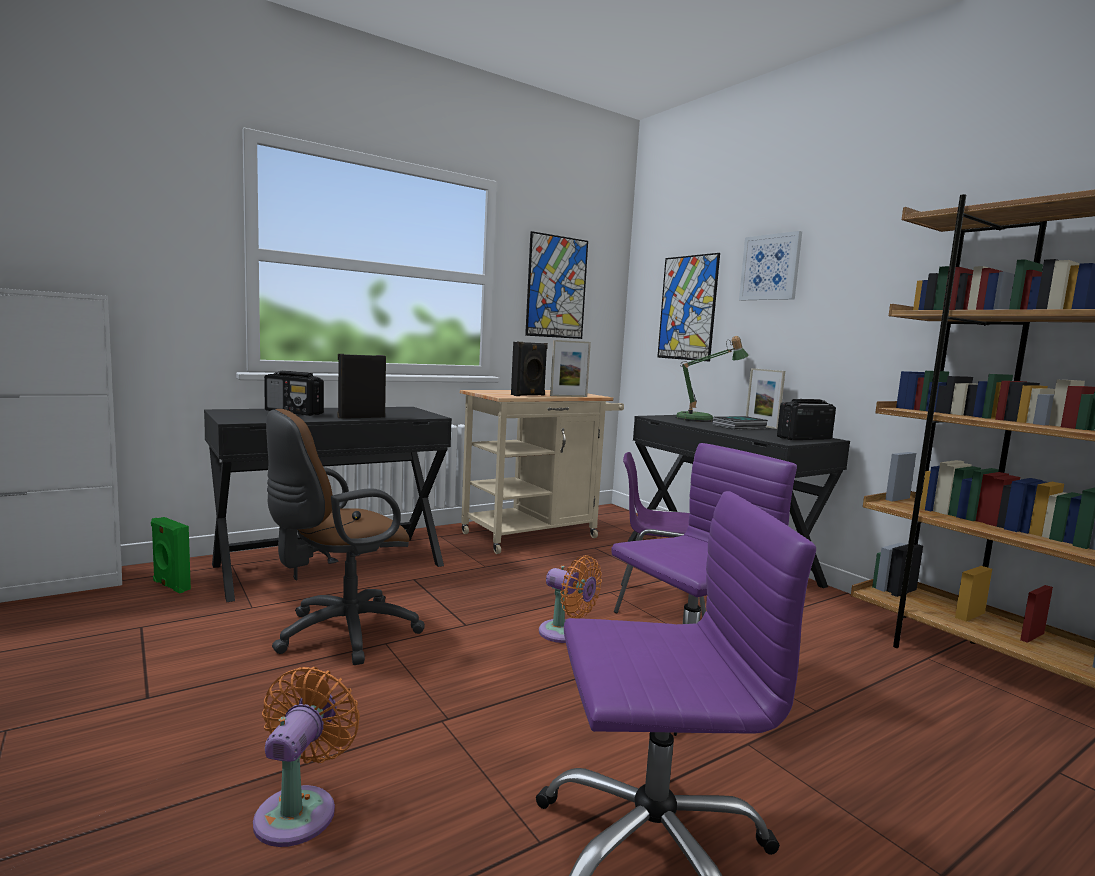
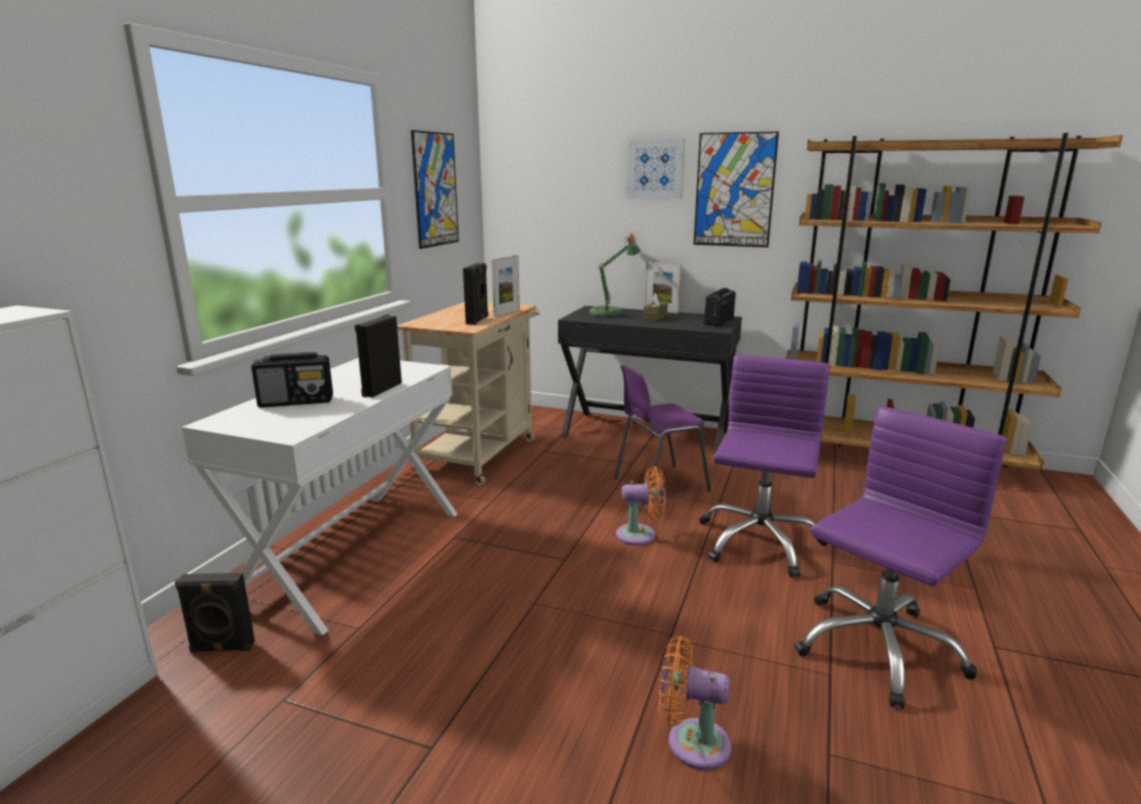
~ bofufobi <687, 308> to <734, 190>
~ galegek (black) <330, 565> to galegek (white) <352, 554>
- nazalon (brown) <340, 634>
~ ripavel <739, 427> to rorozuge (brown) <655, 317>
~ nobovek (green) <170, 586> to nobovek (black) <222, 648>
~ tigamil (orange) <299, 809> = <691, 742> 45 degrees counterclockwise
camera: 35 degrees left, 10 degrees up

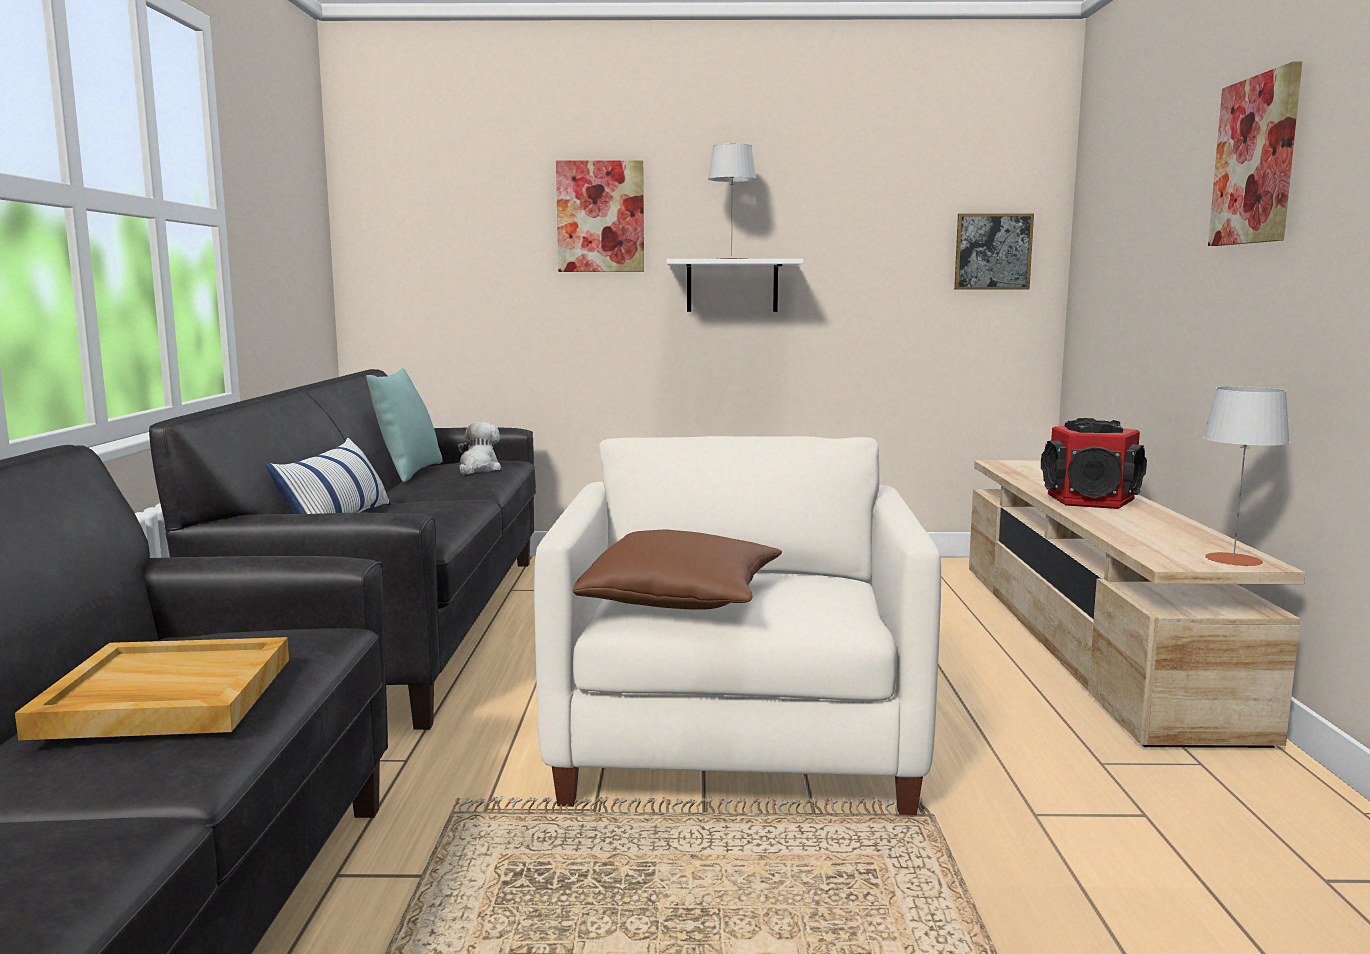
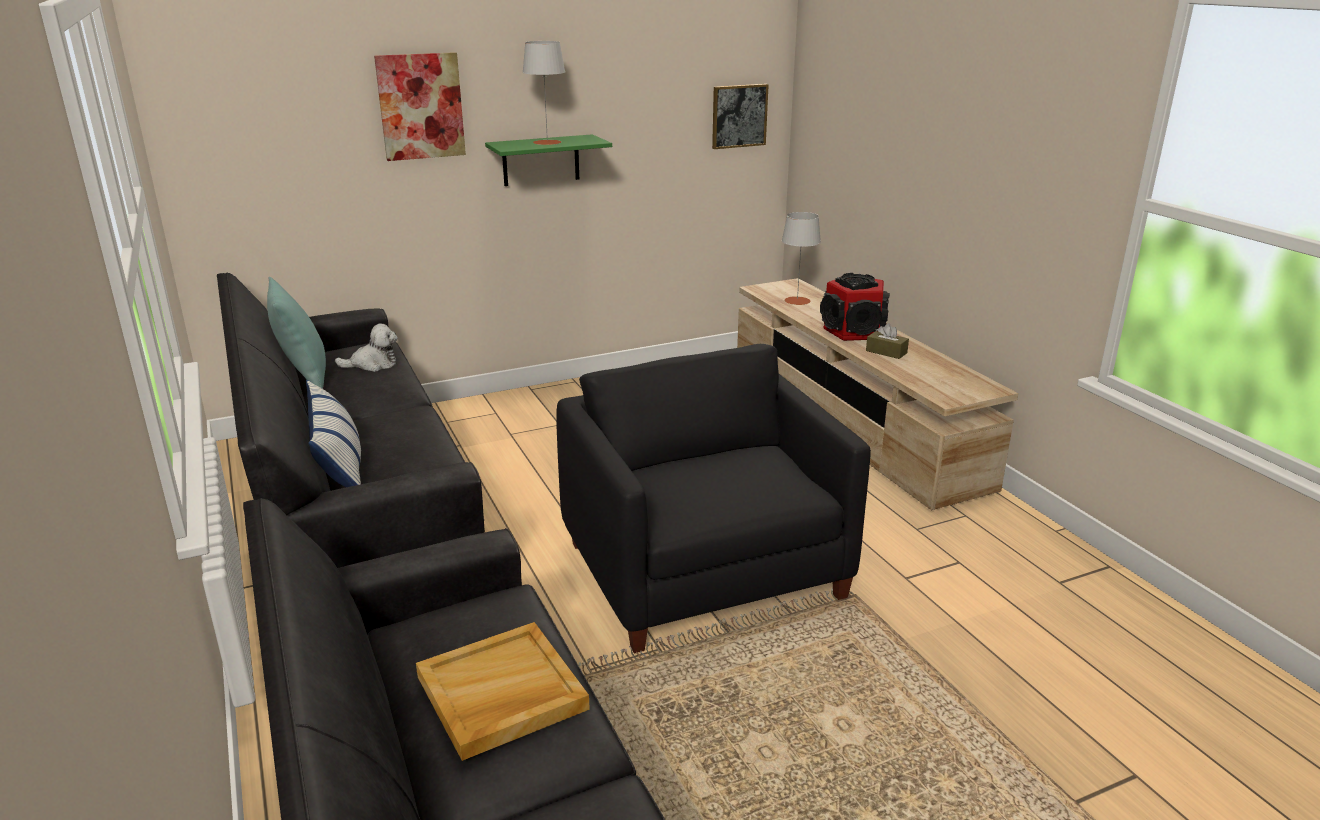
- bofufobi <1256, 160>
~ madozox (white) <732, 286> to madozox (green) <541, 160>
~ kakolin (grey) <1233, 559> to <797, 301>
~ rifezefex <478, 469> = <373, 364> 90 degrees clockwise
~ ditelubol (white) <735, 744> to ditelubol (black) <703, 571>
- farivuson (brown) <680, 599>
+ rorozuge (brown) <886, 352>
camera: 25 degrees left, 15 degrees up

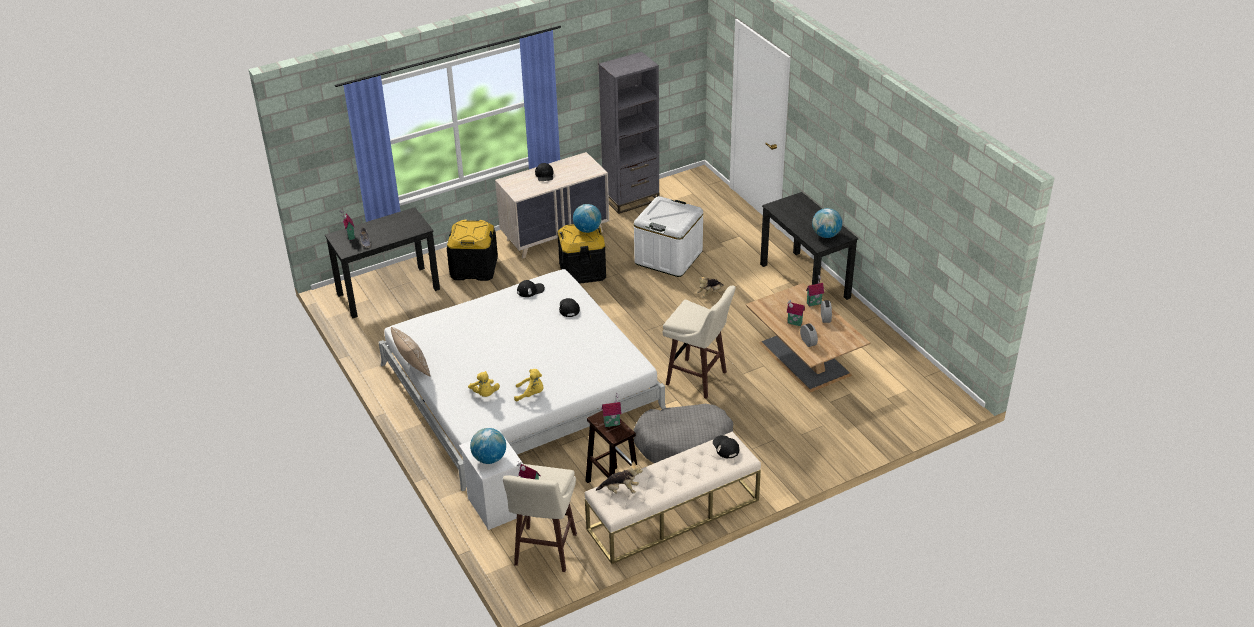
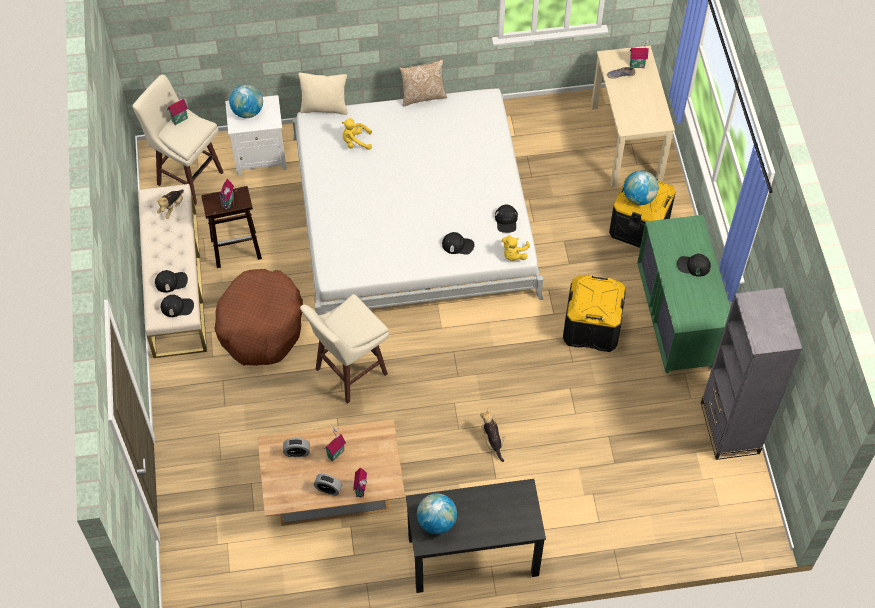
~ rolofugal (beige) <555, 235> to rolofugal (green) <677, 321>
- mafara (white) <668, 257>
~ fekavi <587, 230> to <639, 198>
~ galegek (black) <388, 291> to galegek (beige) <626, 142>
~ rifezefex (yellow) <531, 394> to <513, 254>
~ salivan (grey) <684, 444> to salivan (brown) <261, 325>
+ farivuson (beige) <324, 108>
+ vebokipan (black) <171, 282>
camera: 110 degrees right, 20 degrees up

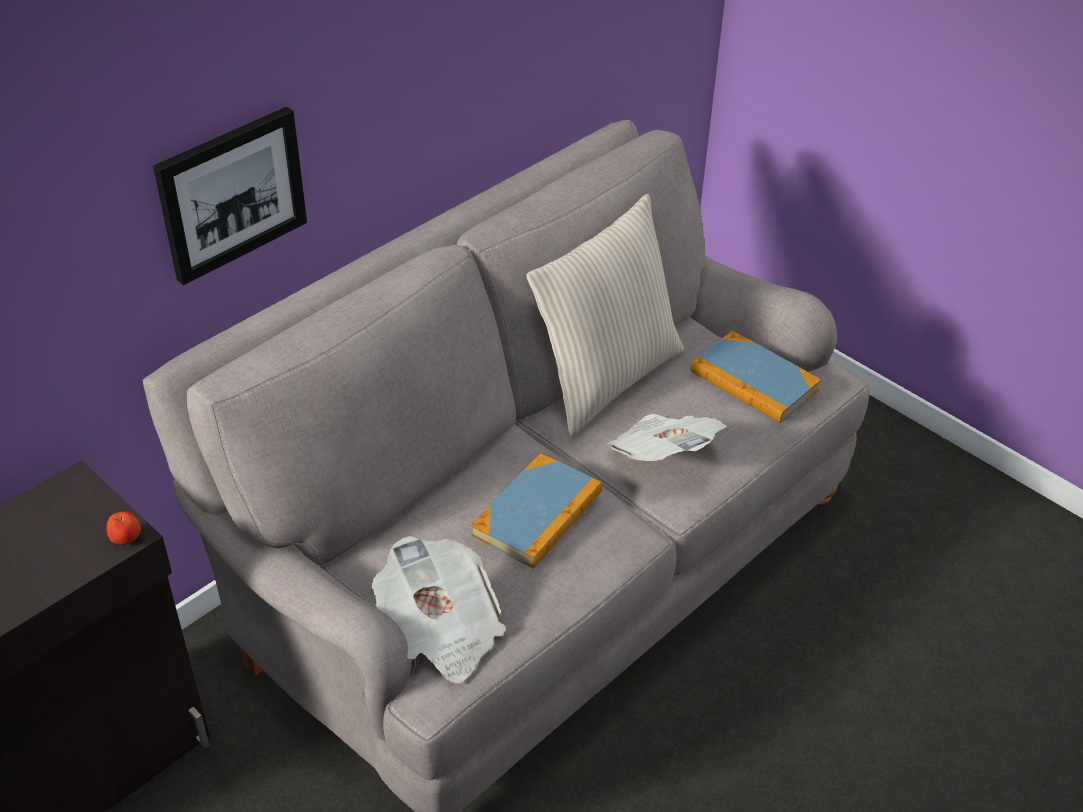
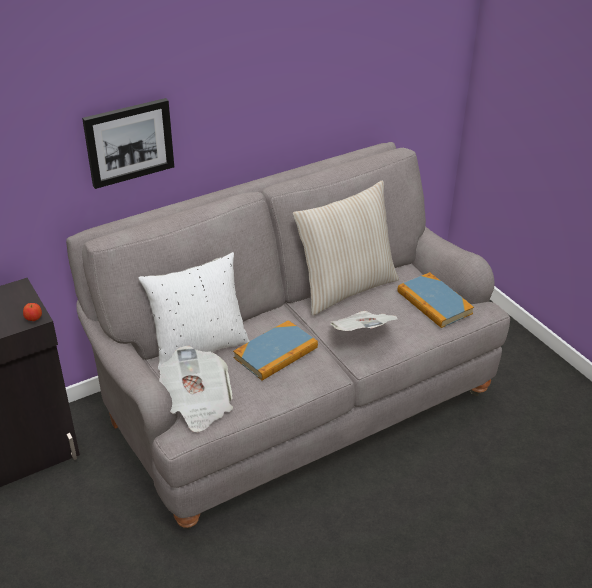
+ farivuson (white) <199, 346>
camera: 15 degrees right, 5 degrees down

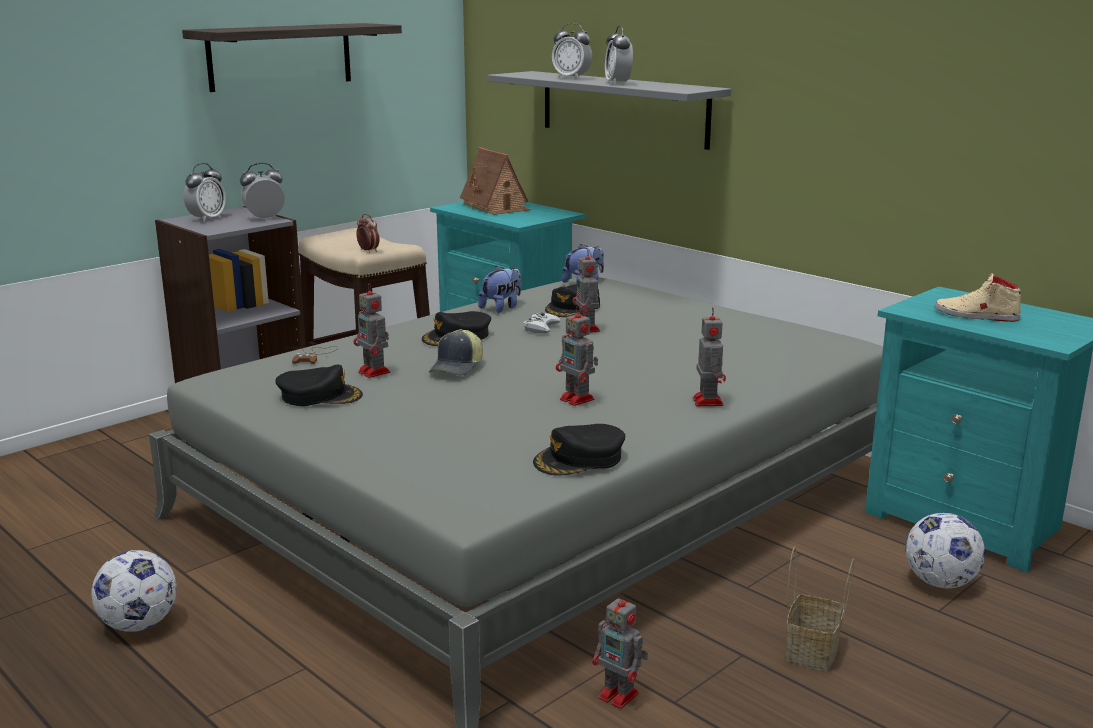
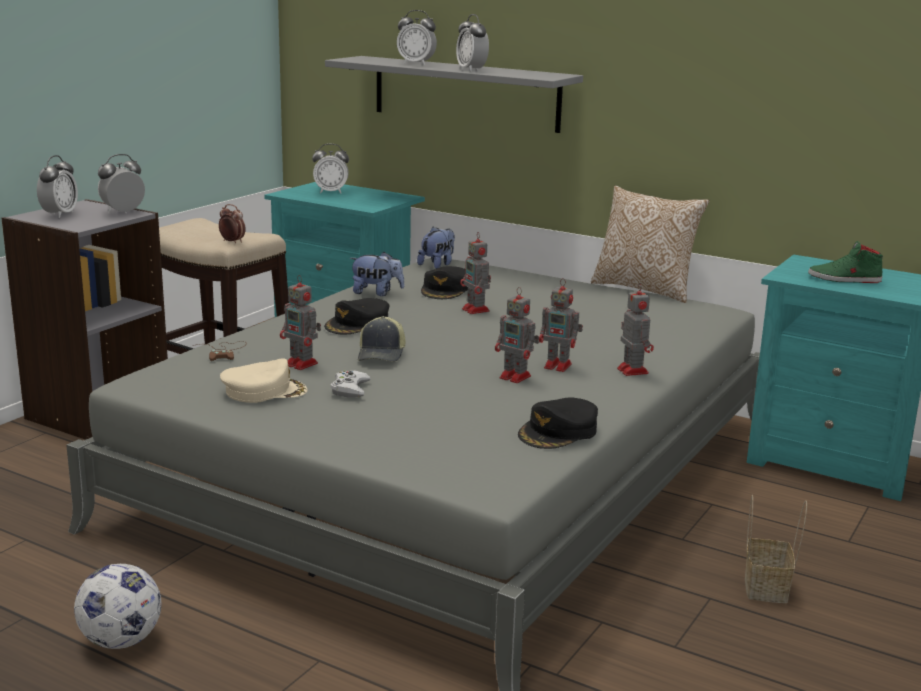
- madozox <280, 56>
~ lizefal <496, 207> to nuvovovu <331, 192>
~ rifezefex <501, 307> = <376, 293> 75 degrees clockwise
~ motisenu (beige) <976, 315> to motisenu (green) <844, 279>
~ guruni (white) <541, 328> to <350, 389>
~ vebokipan (black) <320, 396> to vebokipan (beige) <264, 391>
- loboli <939, 582>
~ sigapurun <620, 696> to <559, 366>
+ farivuson <645, 289>
camera: 15 degrees left, 0 degrees up

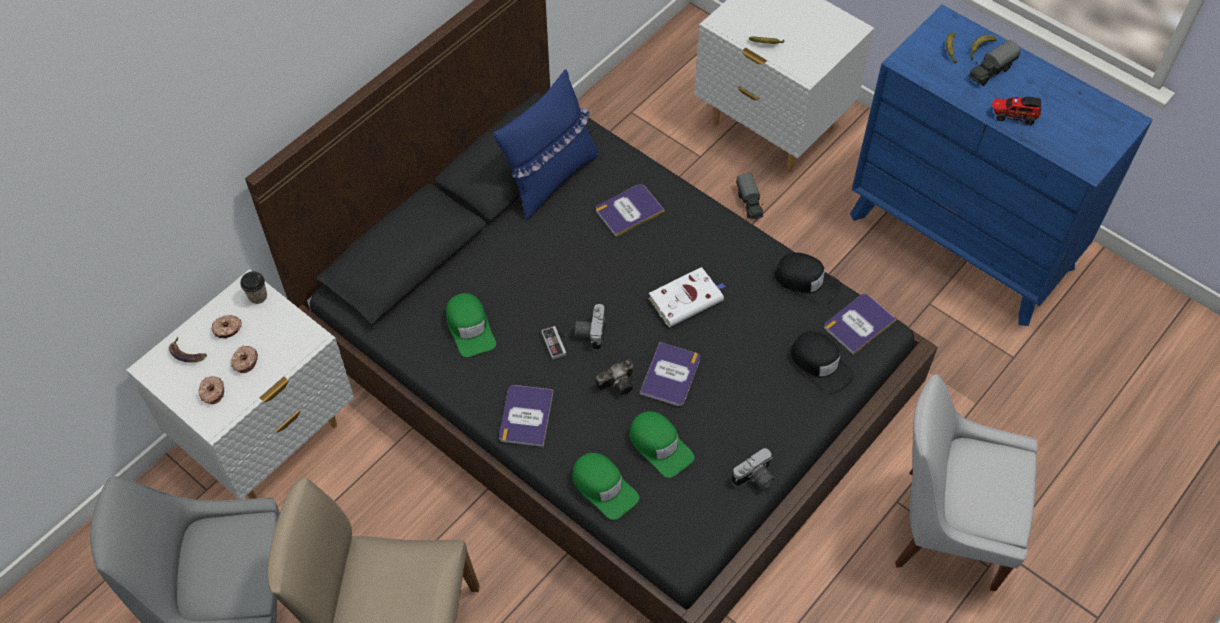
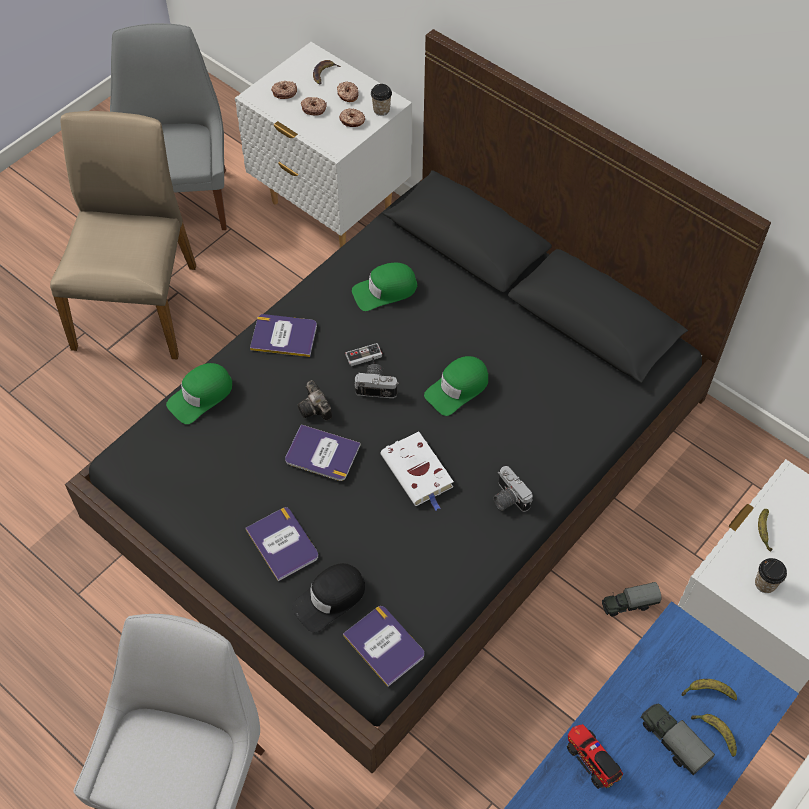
- farivuson (blue) <550, 178>
~ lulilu <1013, 115> = <591, 759> 45 degrees counterclockwise
~ ripavel <629, 210> to <283, 543>
- vebokipan (black) <806, 281>
~ vebokipan (green) <660, 446> to <457, 388>
~ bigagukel <755, 479> to <507, 498>
+ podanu <352, 121>
+ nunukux <765, 584>
camera: 90 degrees right, 0 degrees up

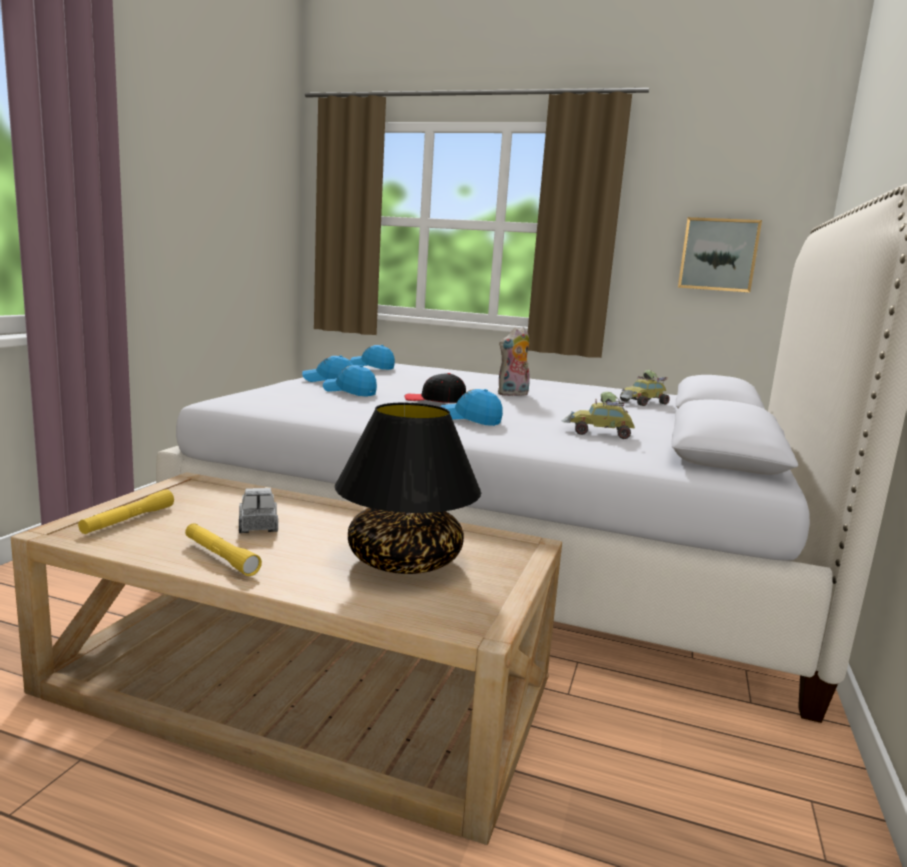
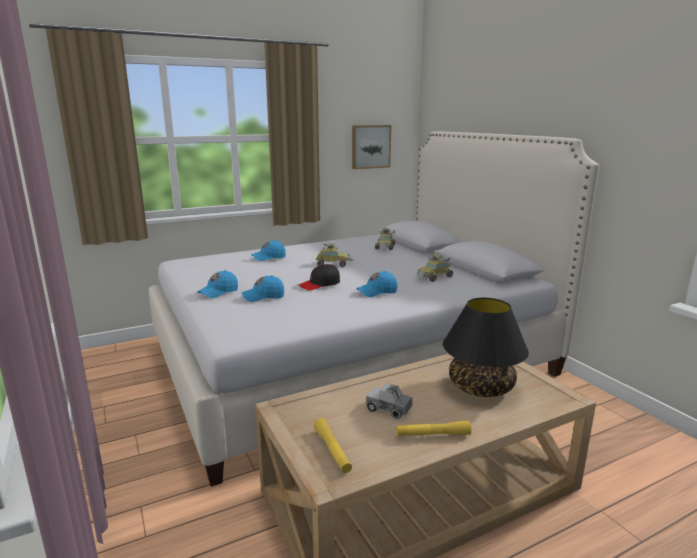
~ rifezefex <513, 394> to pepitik <333, 264>
~ vebokipan (blue) <372, 367> to <269, 257>
camera: 45 degrees left, 5 degrees up

